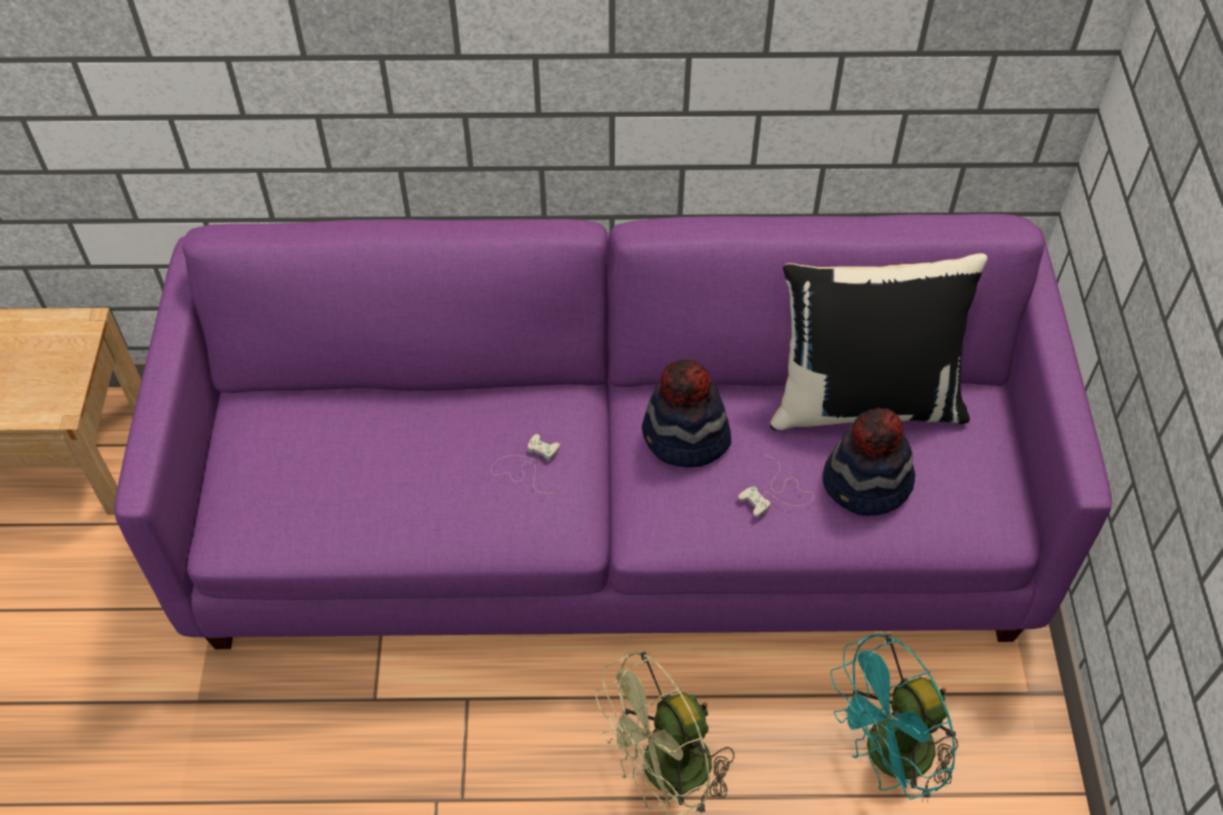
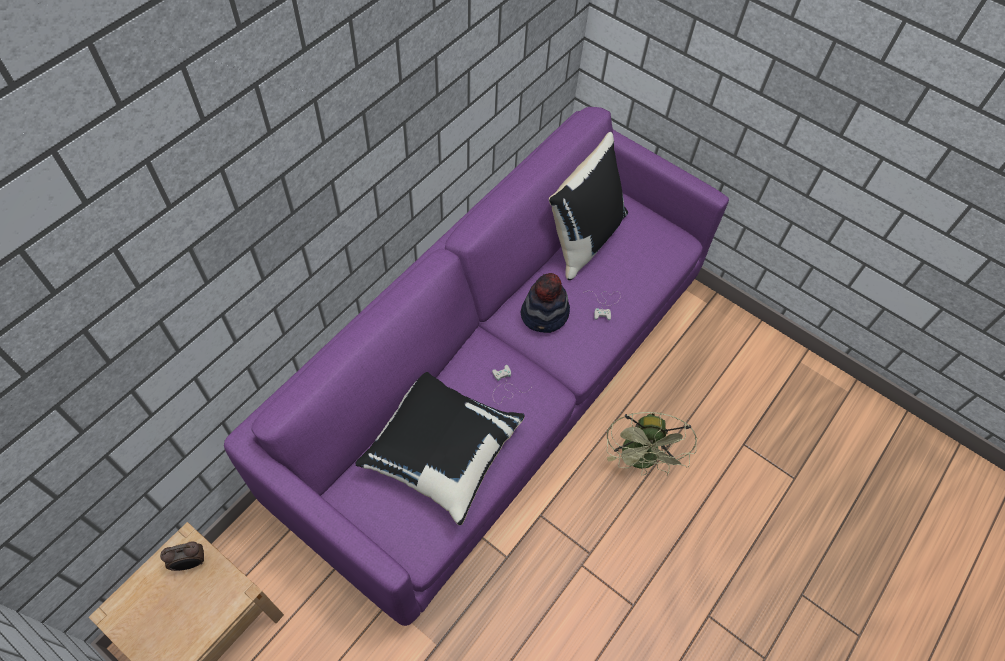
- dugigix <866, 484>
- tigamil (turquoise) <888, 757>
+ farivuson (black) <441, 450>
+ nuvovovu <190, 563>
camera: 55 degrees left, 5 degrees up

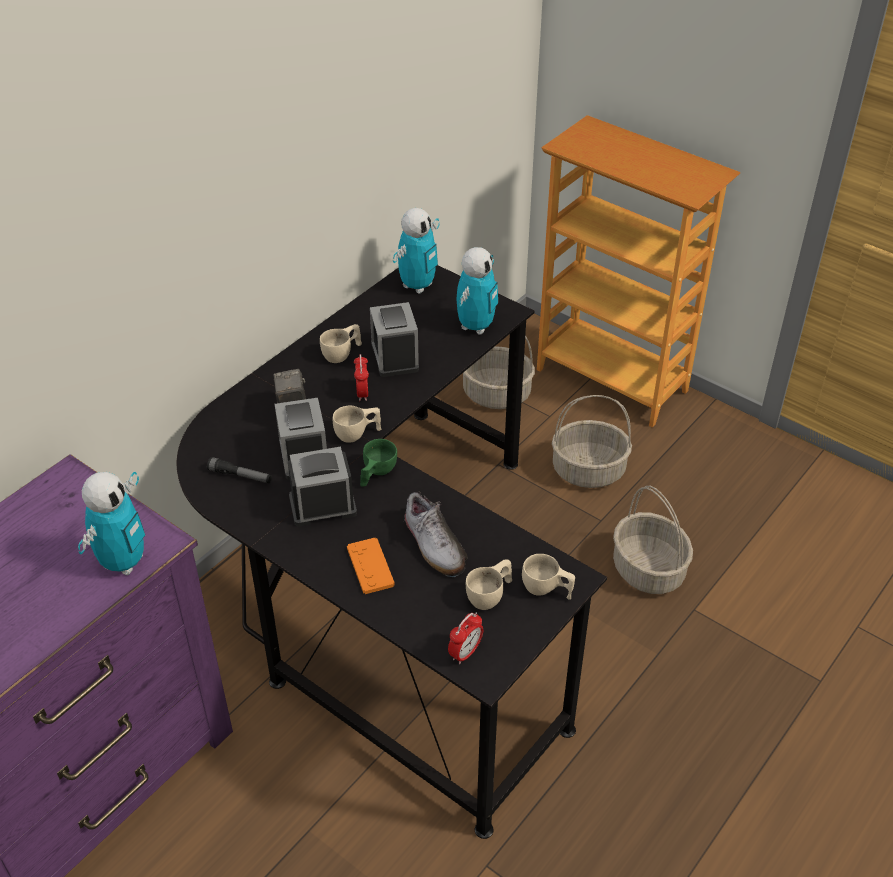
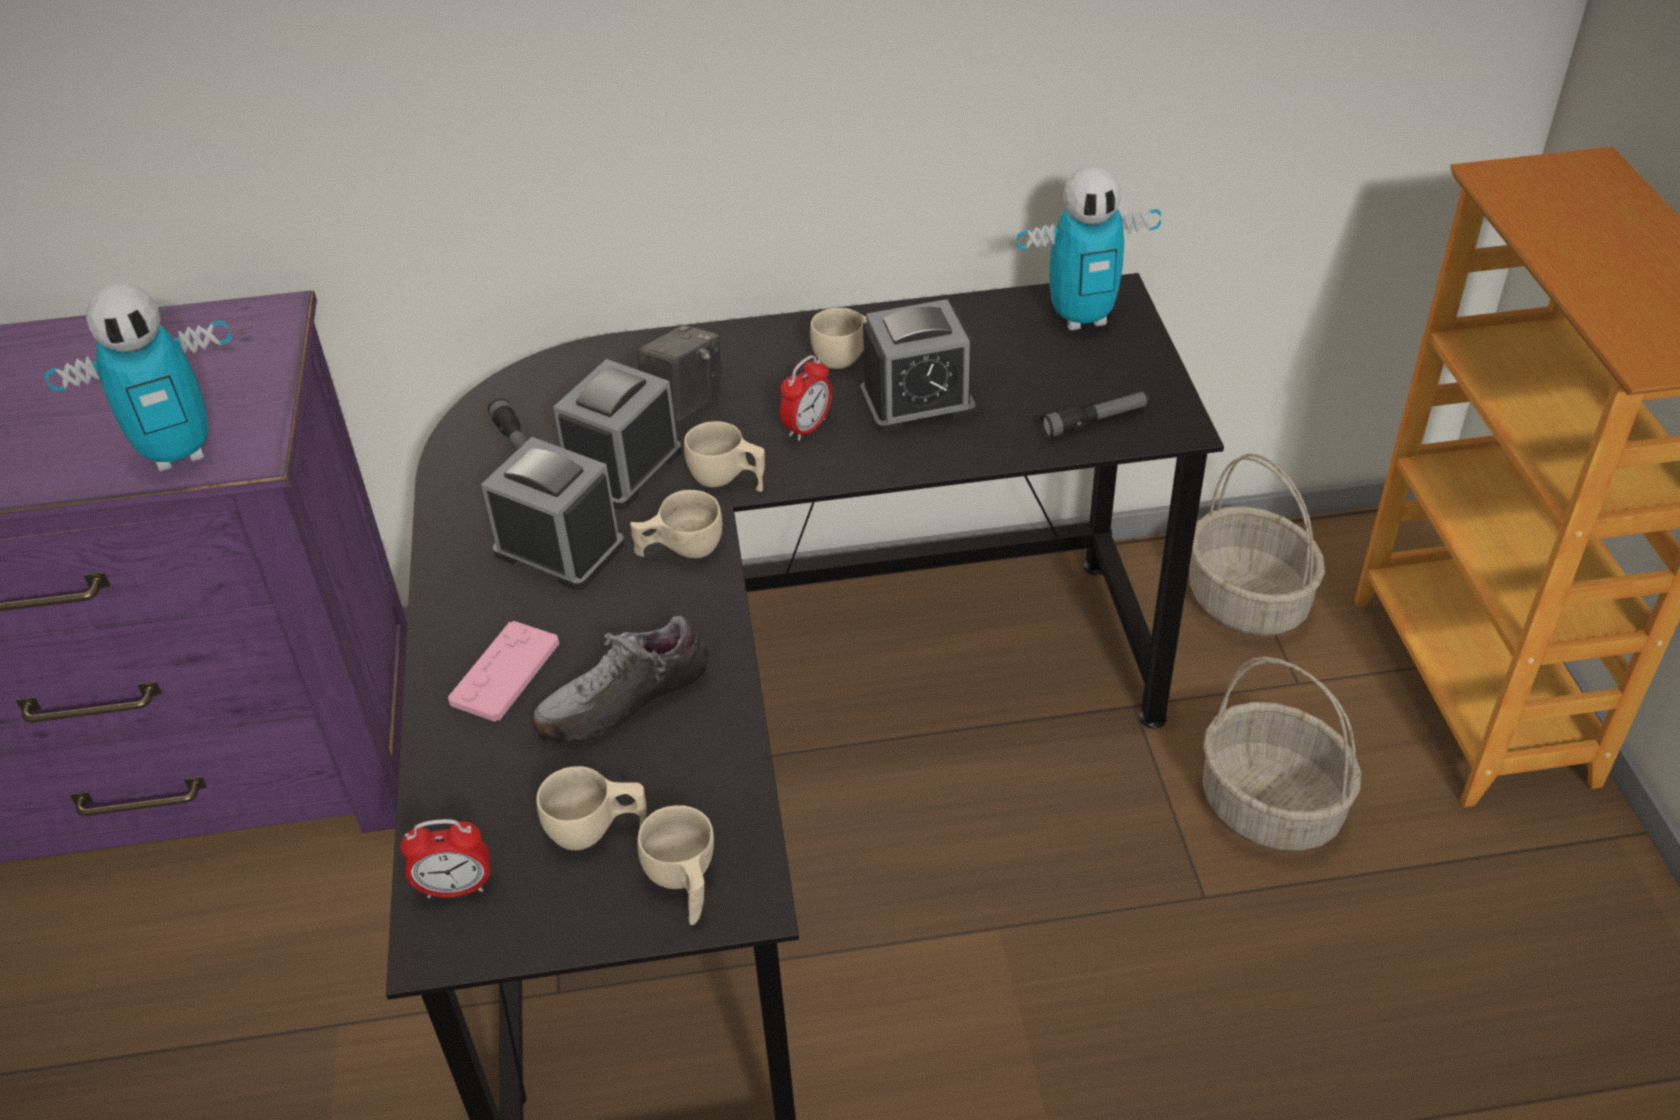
~ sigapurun <476, 326> to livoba <1095, 421>
~ nuvovovu <395, 357> = <917, 401> 135 degrees counterclockwise
~ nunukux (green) <376, 473> to nunukux (beige) <679, 549>
- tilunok <649, 570>
~ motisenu <434, 544> = <622, 700> 45 degrees clockwise
~ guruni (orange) <370, 566> to guruni (pink) <505, 672>
camera: 45 degrees right, 0 degrees up

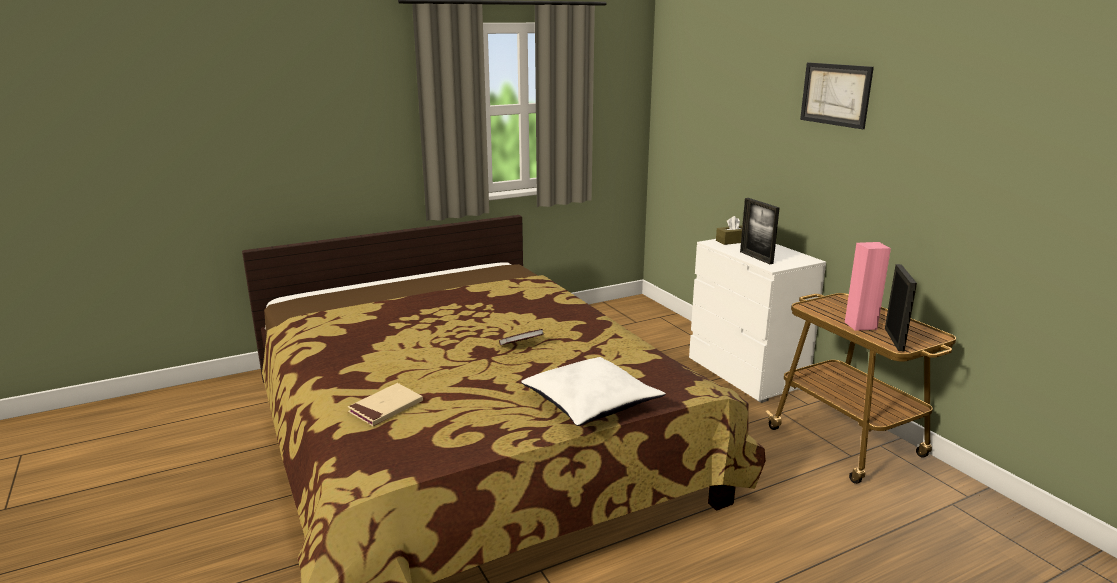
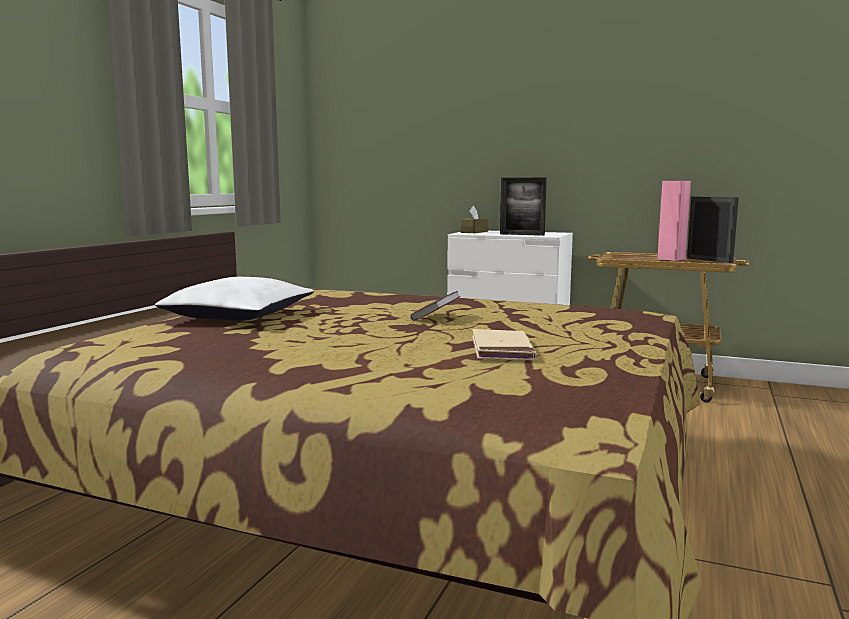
- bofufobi <835, 94>
~ farivuson (white) <591, 402> to <239, 315>
~ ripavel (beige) <386, 407> to <502, 350>
camera: 40 degrees left, 10 degrees down

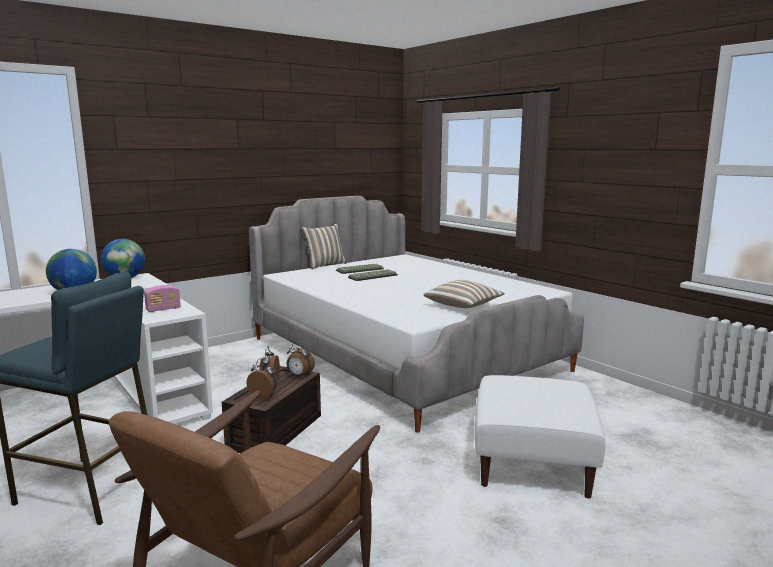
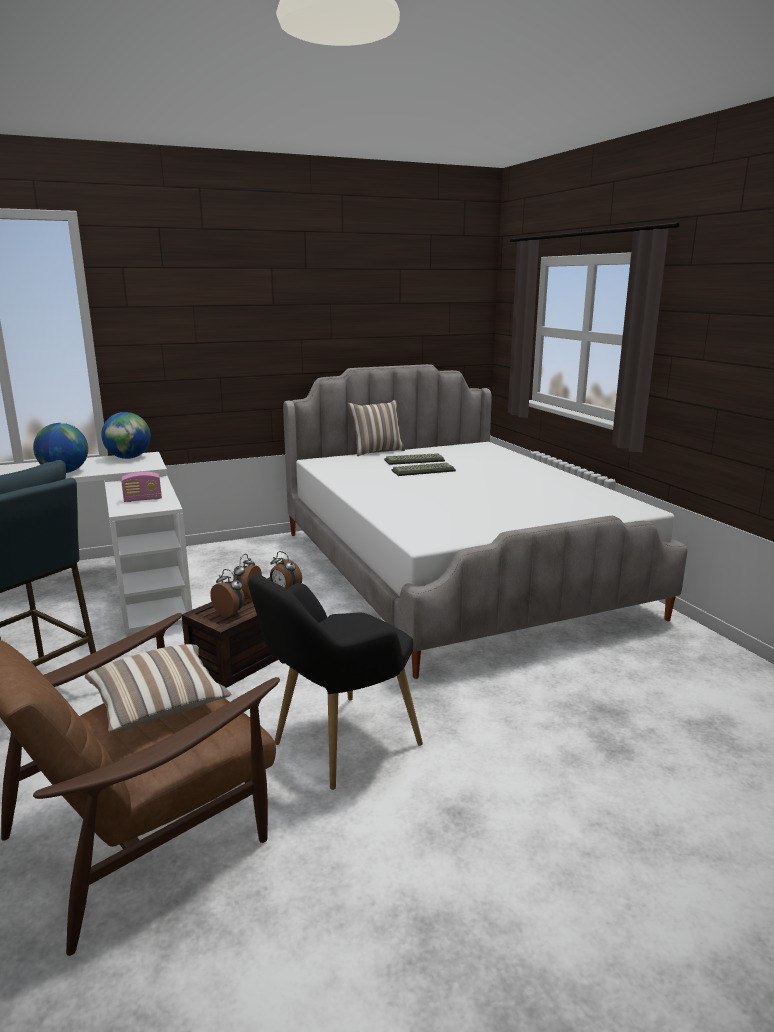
~ farivuson <464, 306> to <159, 706>
- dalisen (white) <533, 463>
+ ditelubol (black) <336, 746>
camera: 15 degrees right, 5 degrees up

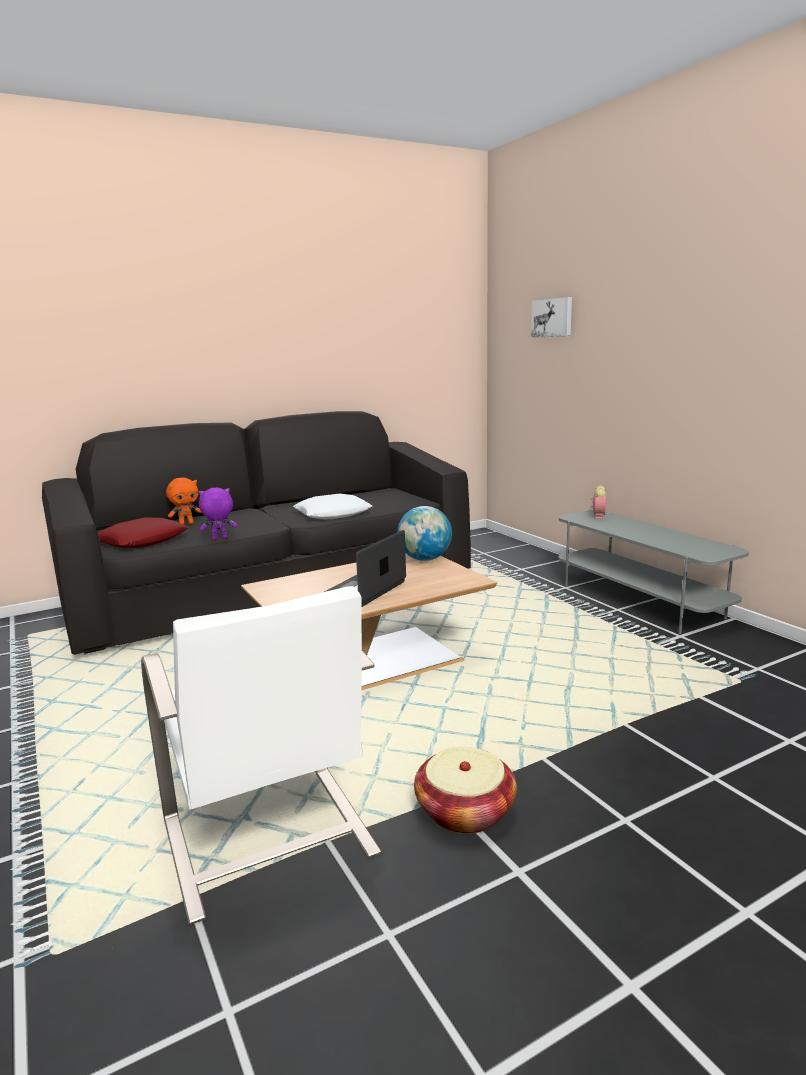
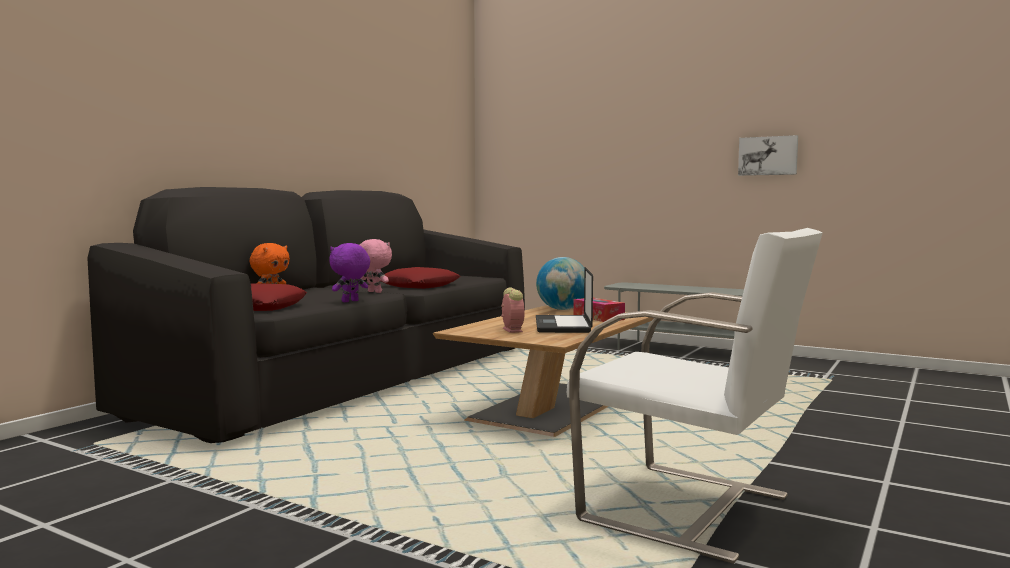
~ bofufobi <552, 318> to <768, 156>
~ nuvovovu <598, 516> to <511, 330>
~ farivuson (white) <333, 514> to farivuson (red) <419, 286>
- tilunok <465, 811>
+ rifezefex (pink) <373, 292>
+ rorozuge <598, 317>
camera: 30 degrees left, 10 degrees down

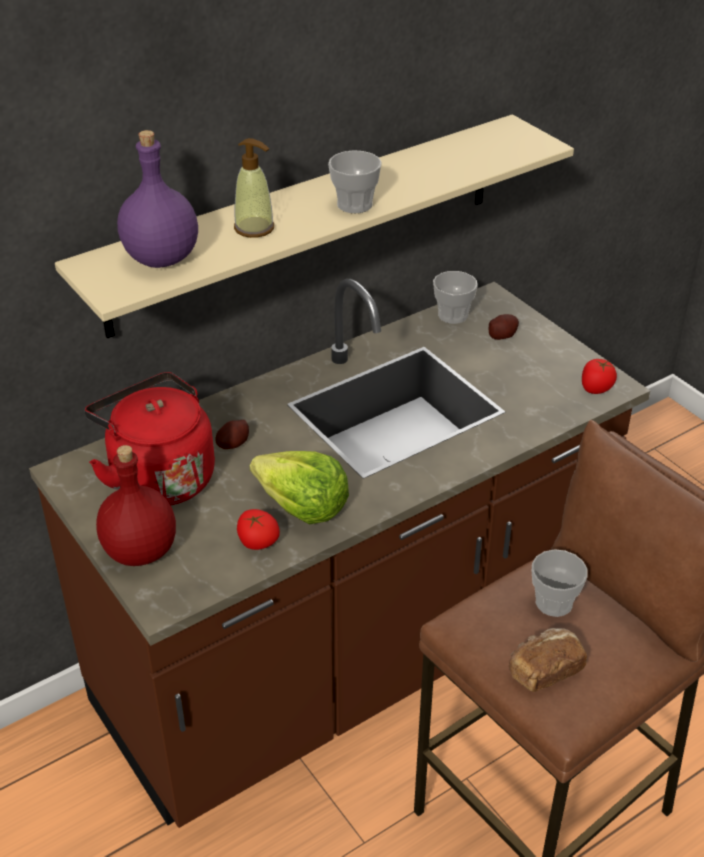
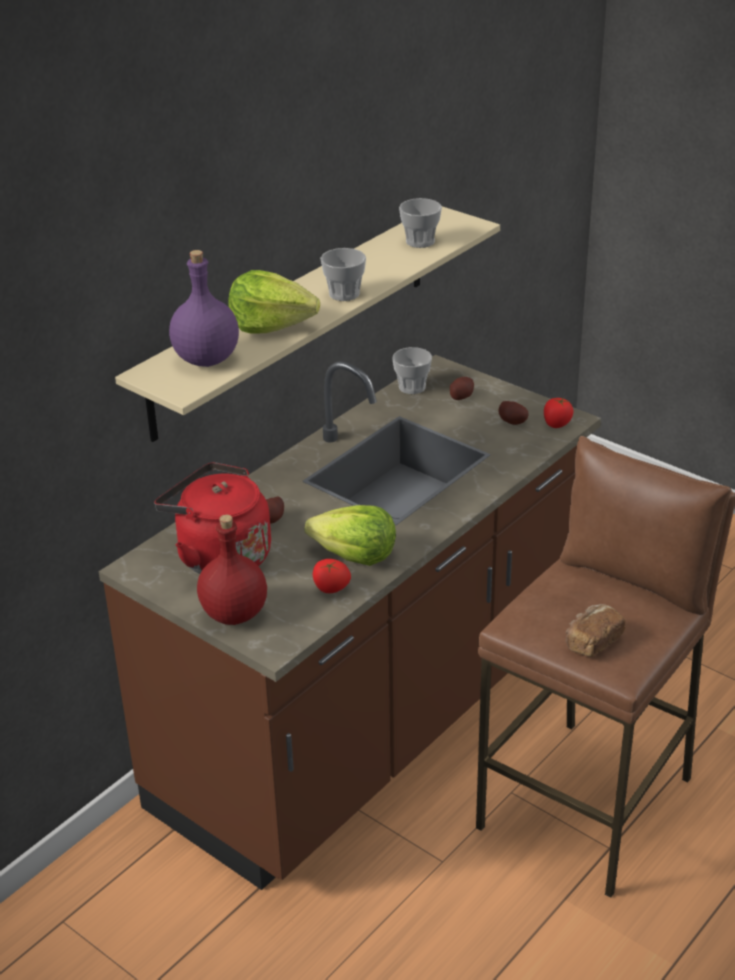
~ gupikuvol <254, 228> to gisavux <271, 324>
~ nunukux <554, 602> to <420, 241>
+ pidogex <513, 421>
camera: 15 degrees left, 5 degrees down

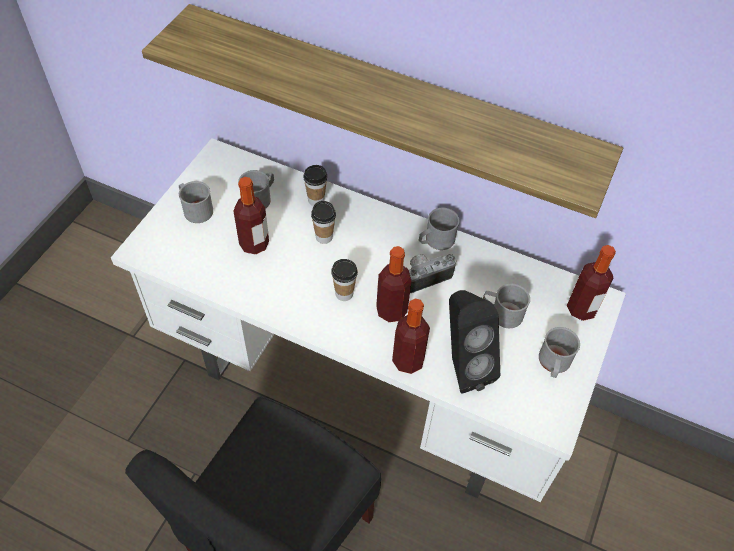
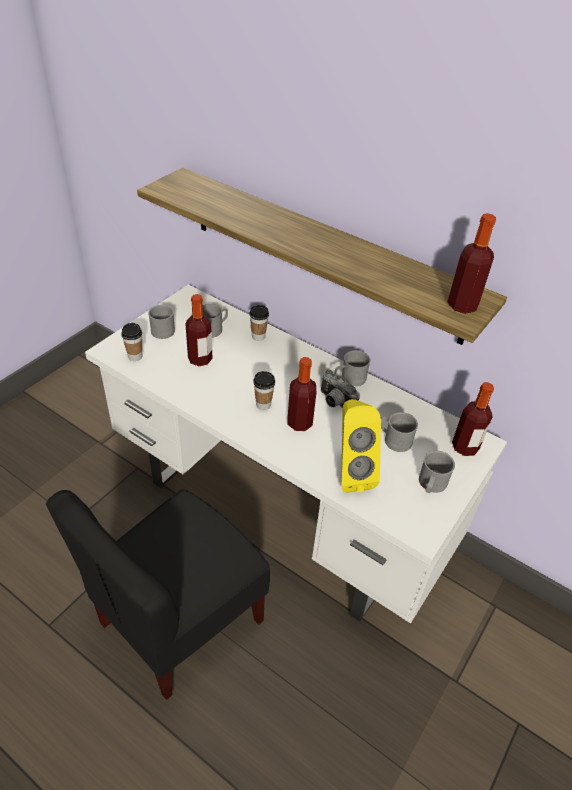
~ nunukux <324, 237> to <135, 356>
~ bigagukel <425, 276> = <334, 403> 120 degrees counterclockwise
~ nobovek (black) <462, 365> to nobovek (yellow) <350, 473>
~ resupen <408, 360> to <462, 305>
camera: 10 degrees right, 10 degrees down

